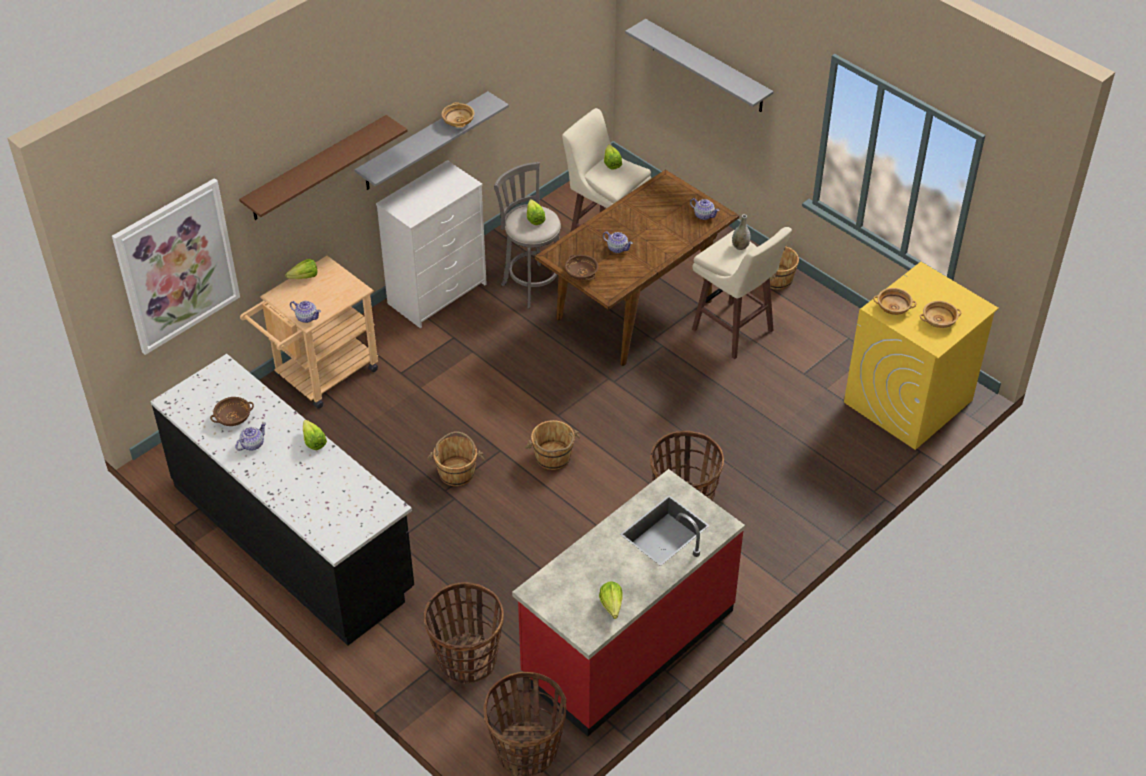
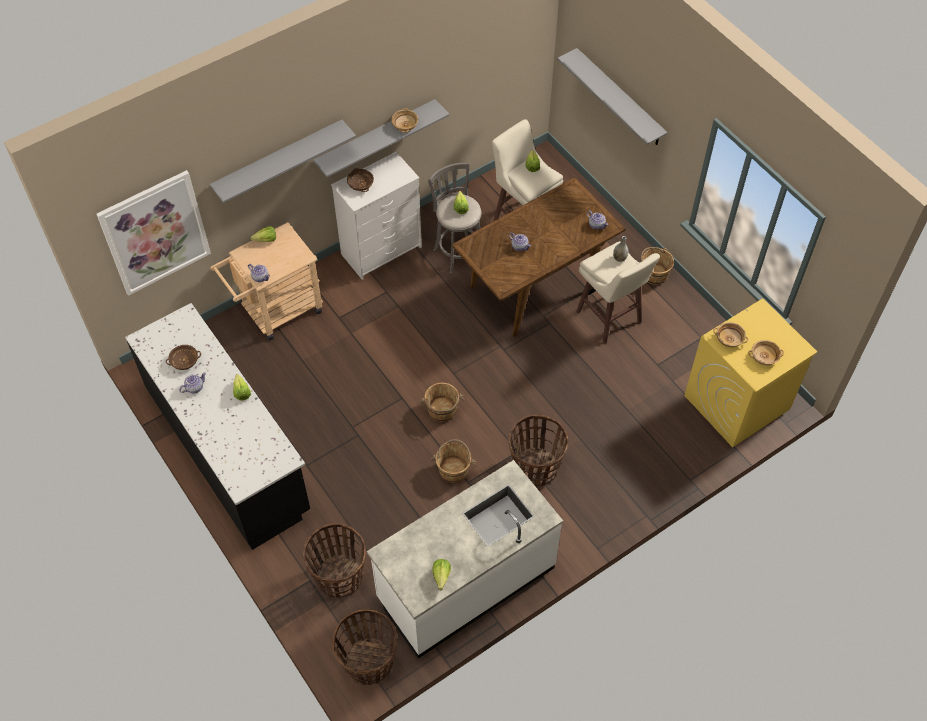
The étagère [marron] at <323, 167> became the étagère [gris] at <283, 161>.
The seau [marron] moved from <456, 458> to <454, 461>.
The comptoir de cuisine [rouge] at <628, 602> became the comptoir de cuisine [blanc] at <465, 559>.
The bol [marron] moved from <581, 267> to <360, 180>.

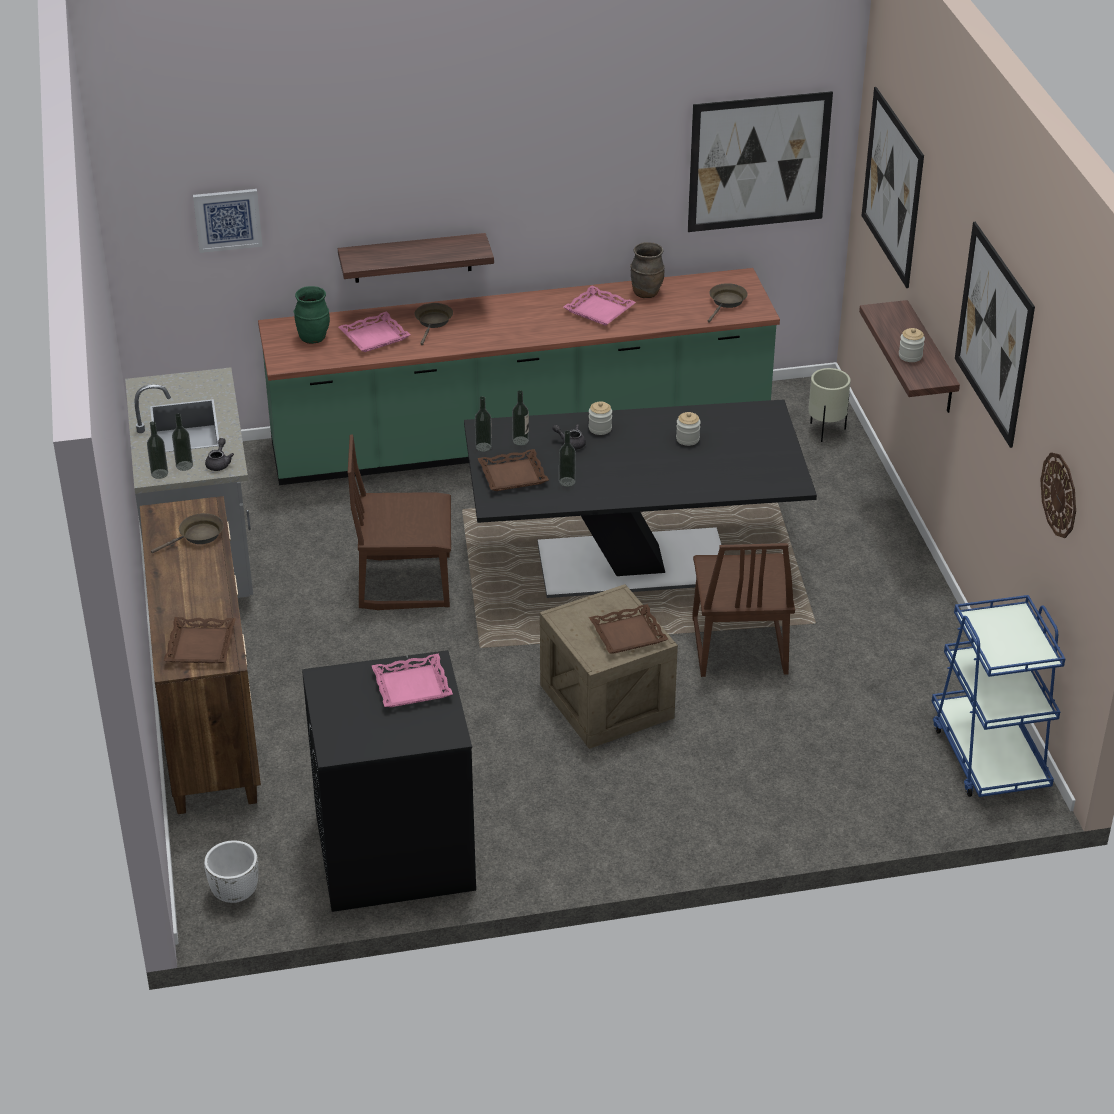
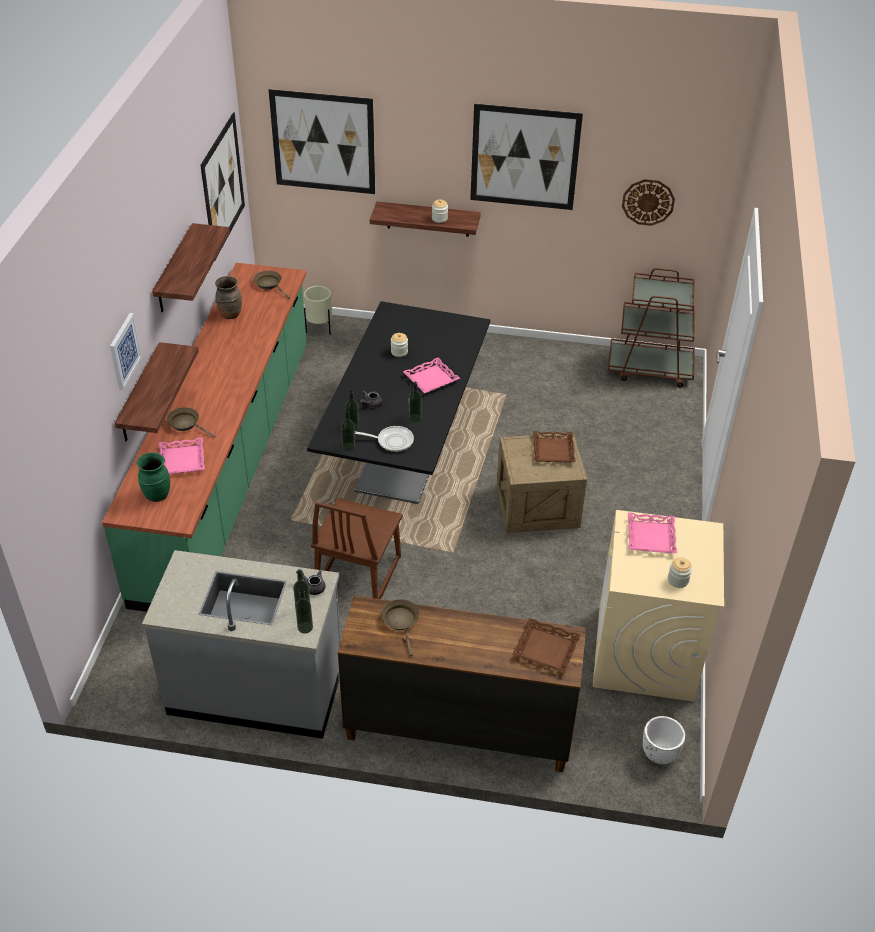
The tableau moved from <228, 221> to <126, 351>.
The lave-linge [noir] at <389, 781> became the lave-linge [beige] at <658, 606>.
The plateau [marron] at <513, 470> was replaced by the poêle at <384, 439>.
The plateau [rose] moved from <599, 306> to <431, 375>.
The bocal moved from <600, 418> to <680, 572>.
The chaise [marron] at <743, 610> disappeared.
The chariot [bleu] at <999, 696> became the chariot [marron] at <651, 328>.
The étagère at <191, 267> appeared.

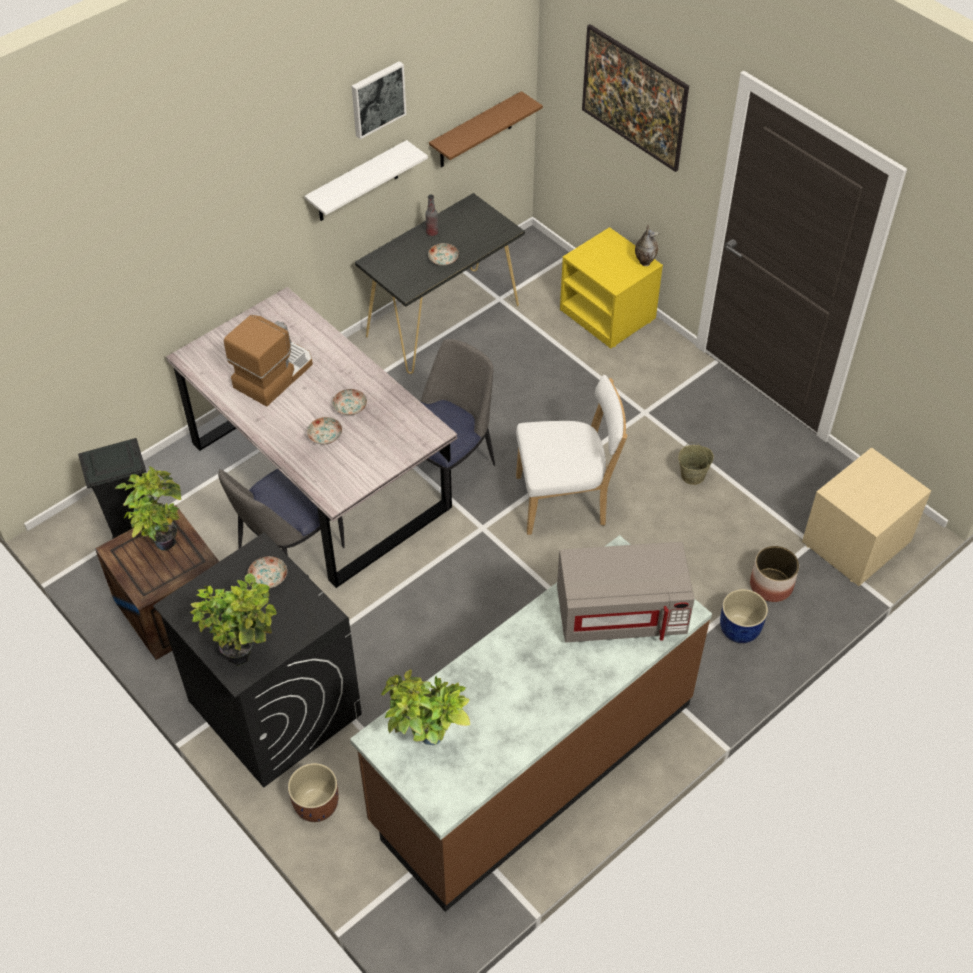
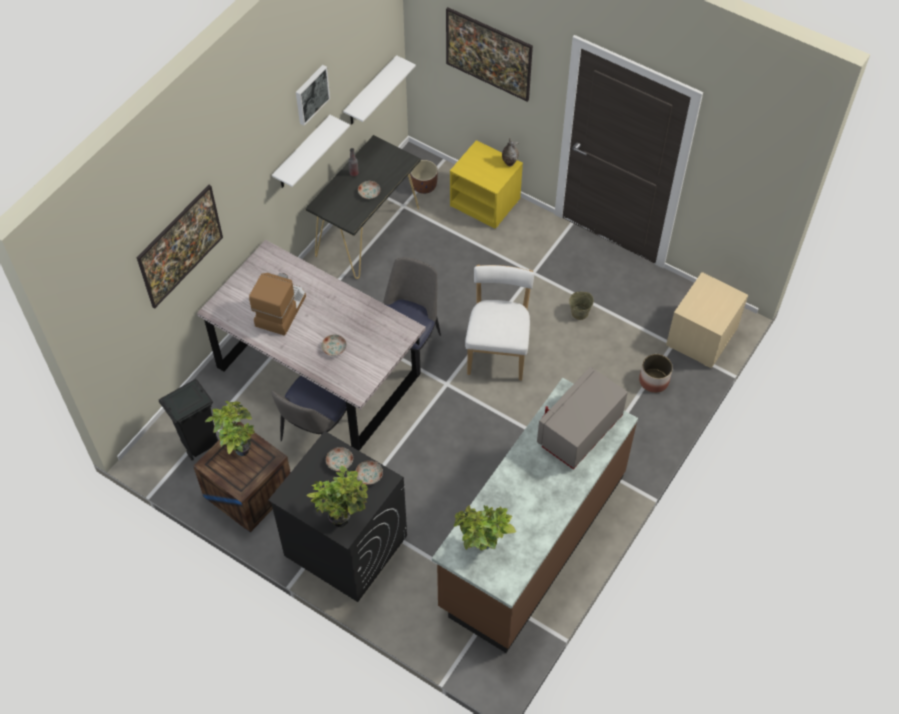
The cache-pot [marron] moved from <313, 792> to <424, 177>.
The assiette moved from <349, 402> to <369, 472>.
The étagère [marron] at <486, 129> became the étagère [blanc] at <379, 89>.
The chaise [blanc] at <571, 455> turned 60 degrees counterclockwise.
The micro-ondes [gris] at <626, 592> turned 150 degrees clockwise.
The cache-pot [bleu] at <744, 616> disappeared.
The tableau at <179, 247> appeared.

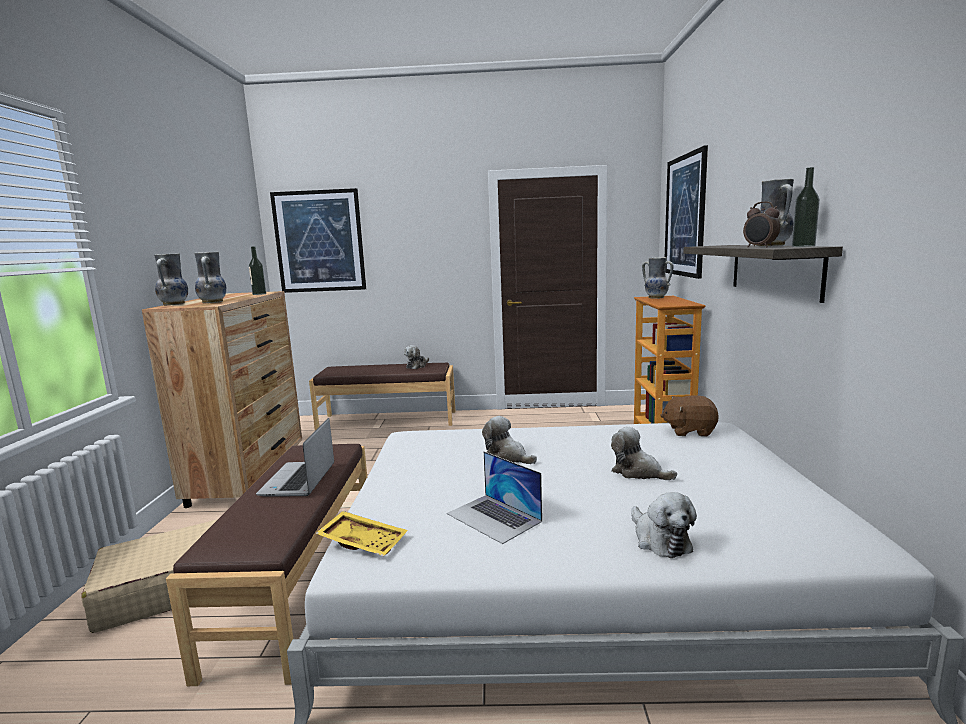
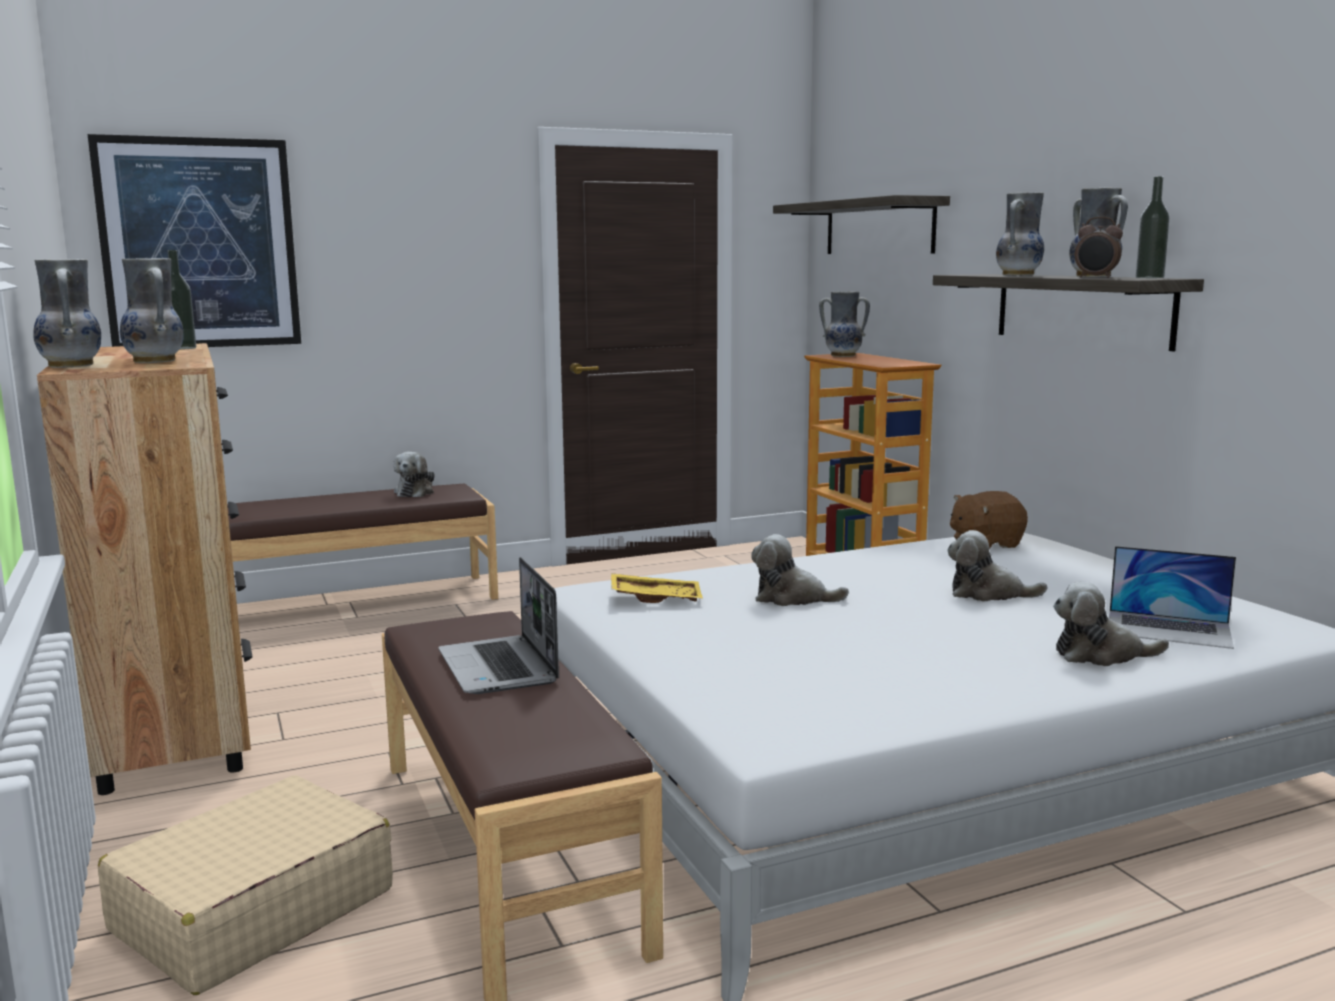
The plateau [jaune] moved from <361, 533> to <657, 588>.
The ordinateur portable moved from <494, 497> to <1172, 597>.
The peluche at <664, 525> turned 135 degrees clockwise.
The tableau at <686, 212> was replaced by the étagère at <861, 224>.
The vase at <1020, 234> appeared.

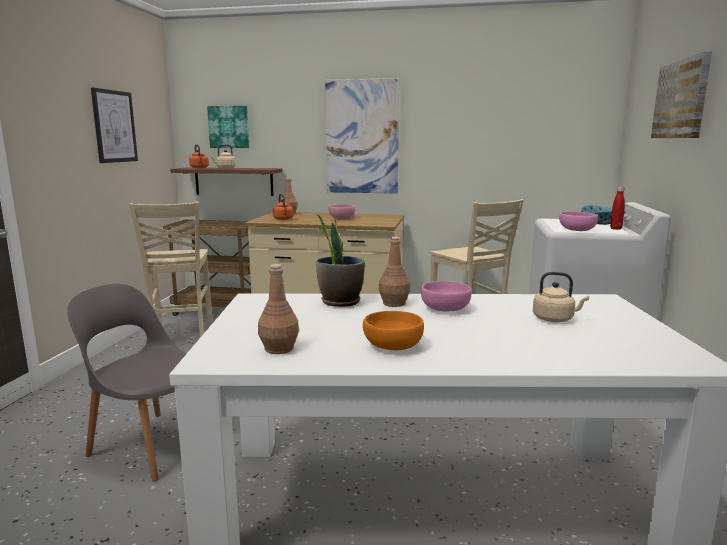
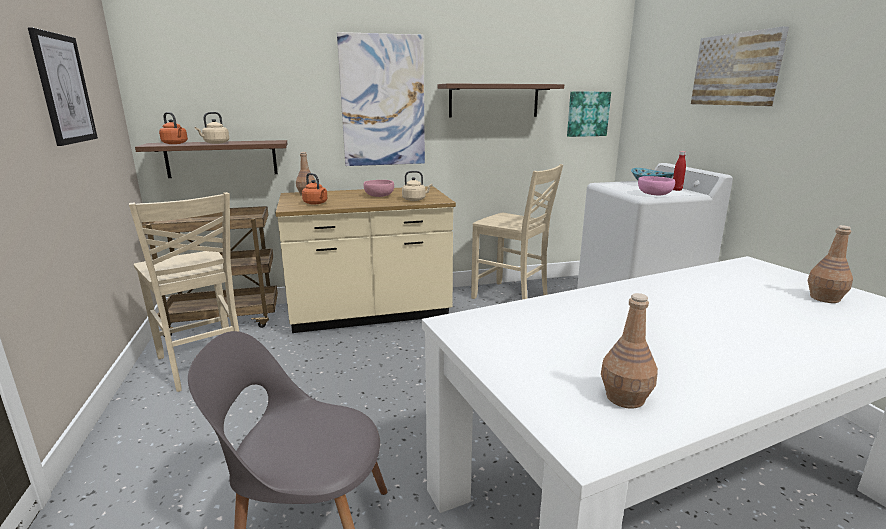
The tableau moved from <228, 127> to <589, 114>.
The plante en pot at <340, 260> disappeared.
The bol [orange] at <393, 330> disappeared.
The bouteille [marron] moved from <394, 272> to <830, 264>.
The bol [rose] at <446, 296> disappeared.
The bouilloire [beige] moved from <561, 297> to <417, 186>.
The étagère [marron] at <501, 100> appeared.

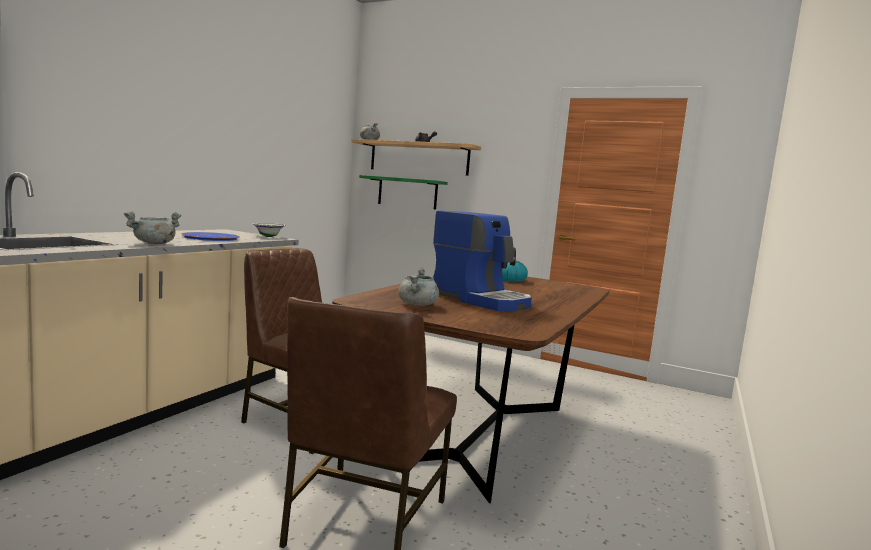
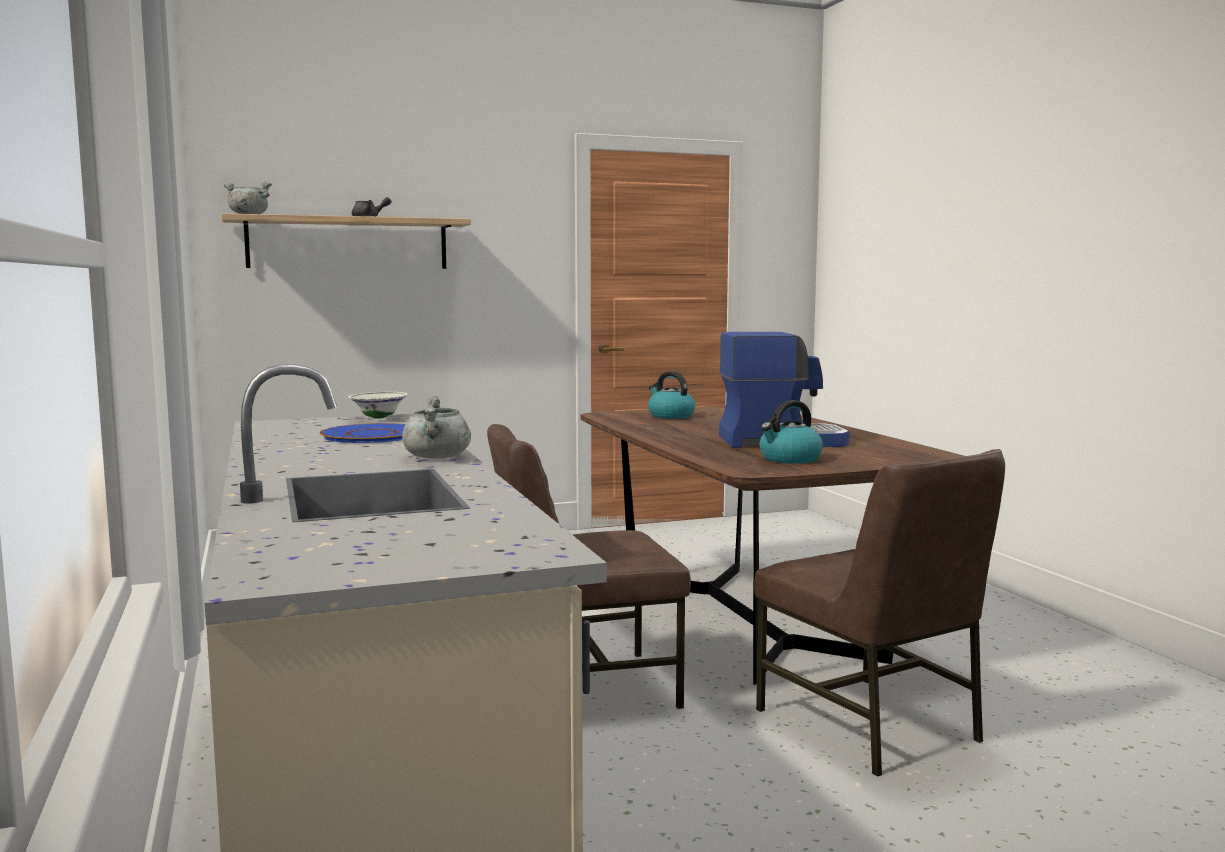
The étagère [vert] at <403, 192> disappeared.
The marmite [gris] at <418, 287> was replaced by the bouilloire at <791, 432>.

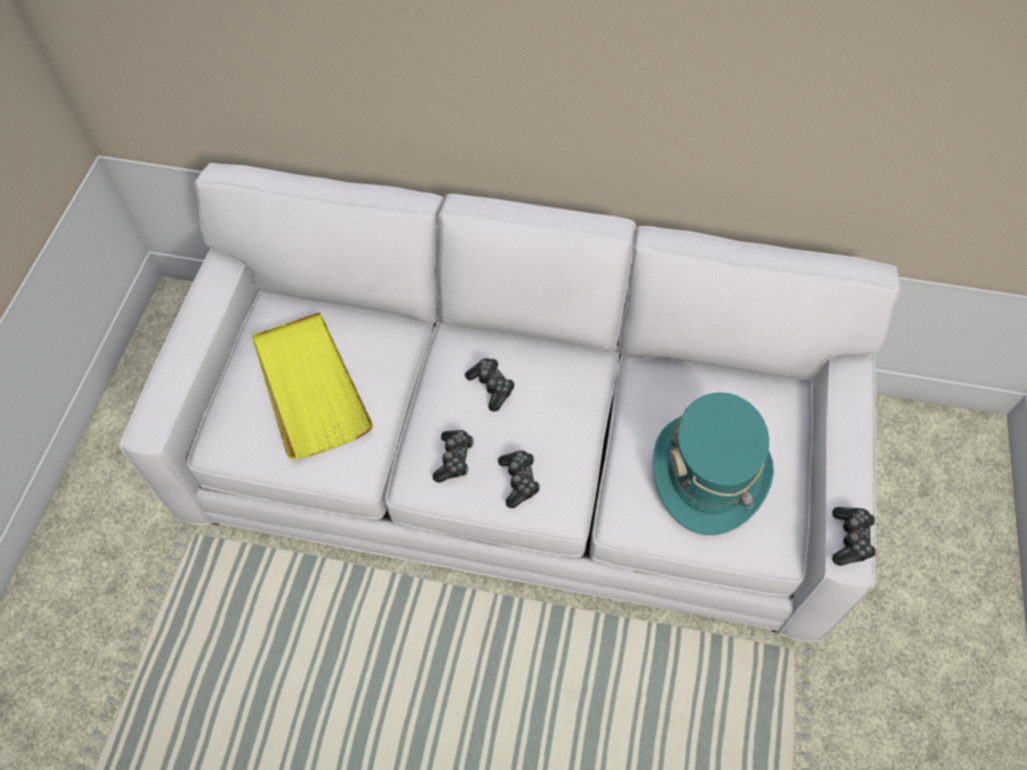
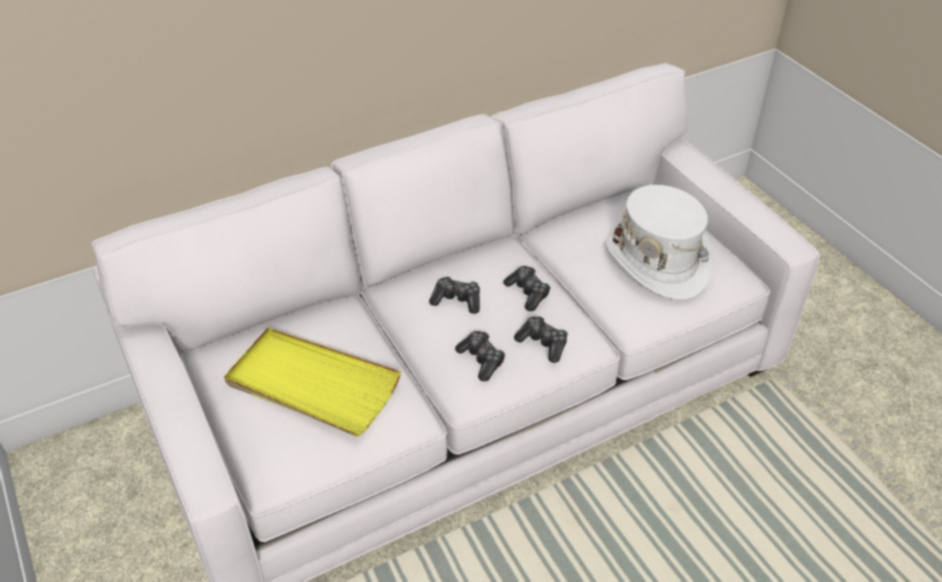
The chapeau [turquoise] at <713, 463> became the chapeau [blanc] at <659, 242>.
The manette moved from <854, 536> to <526, 288>.

